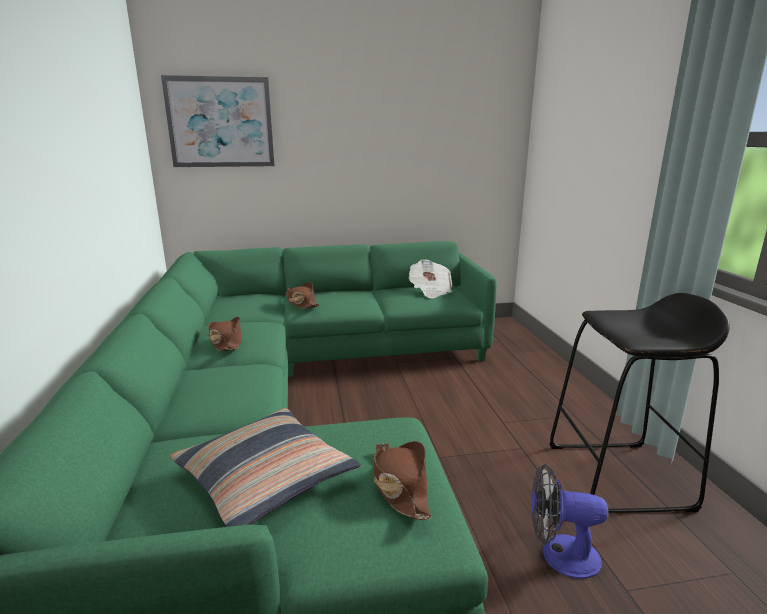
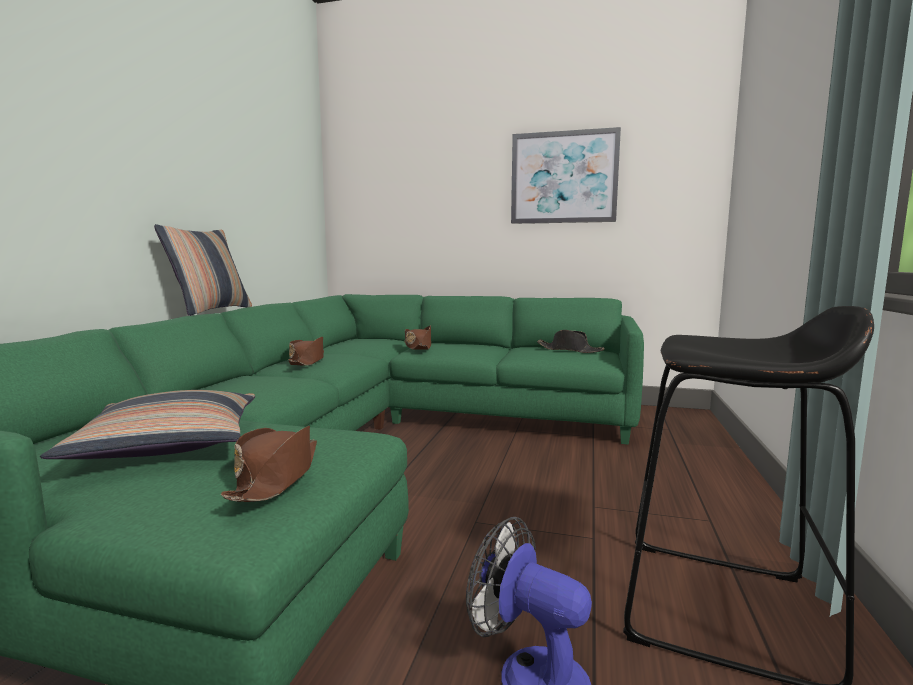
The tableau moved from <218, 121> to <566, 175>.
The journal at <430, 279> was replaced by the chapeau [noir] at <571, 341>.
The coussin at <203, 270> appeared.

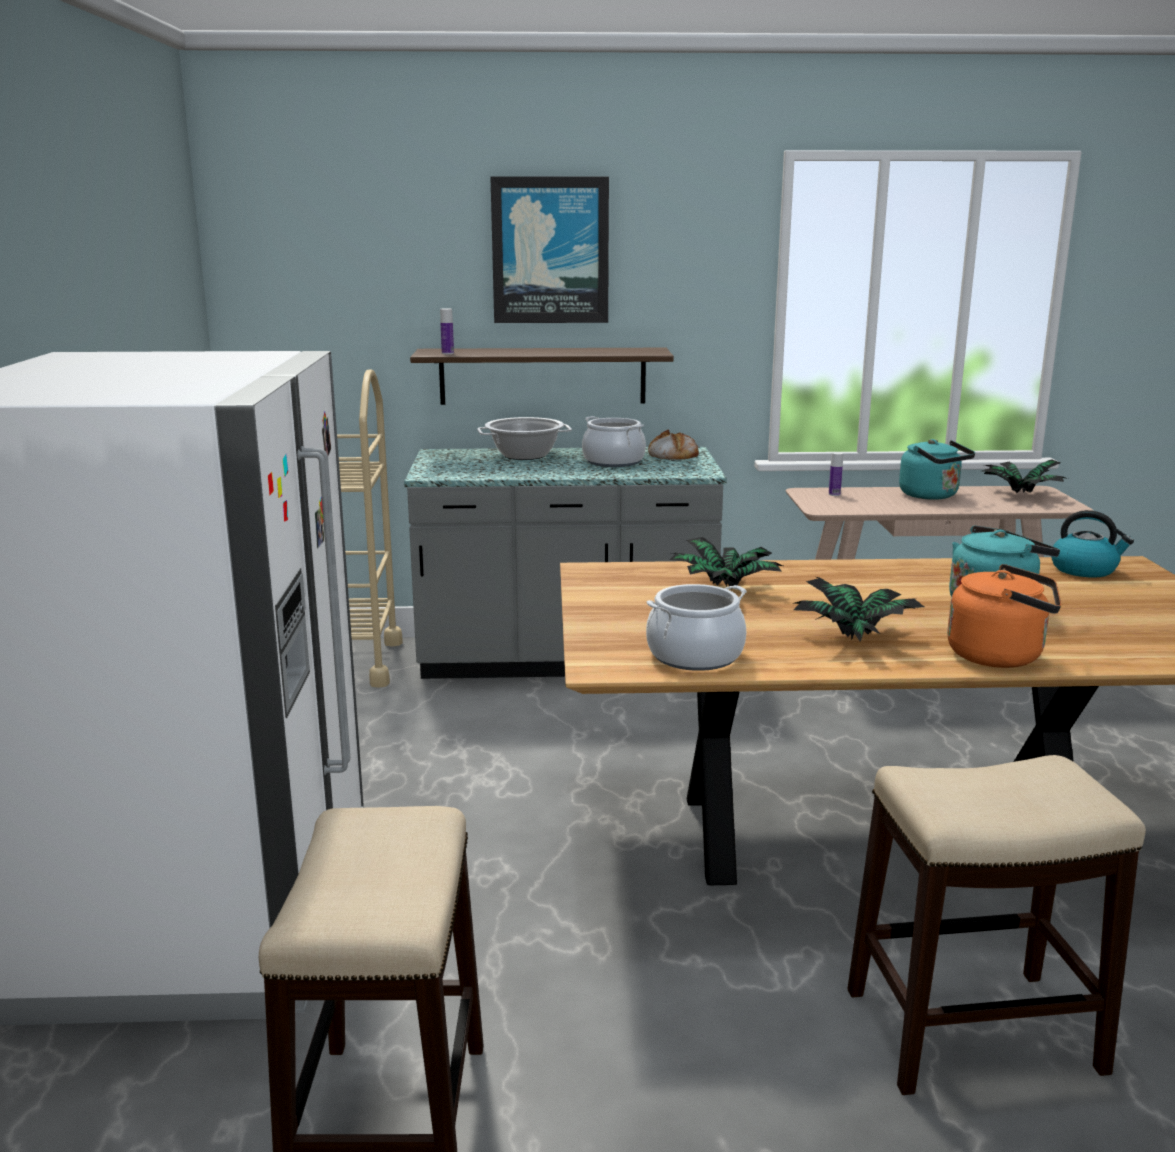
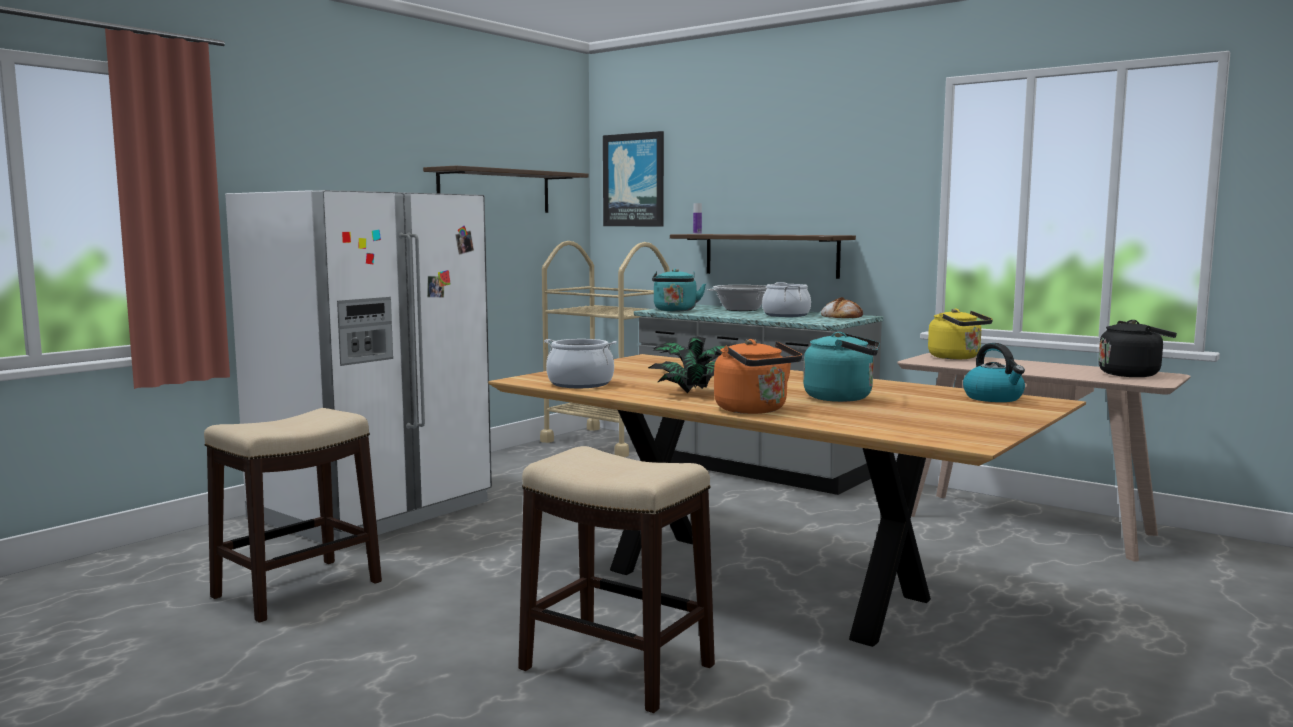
The tableau moved from <549, 249> to <633, 178>.
The bouteille at <836, 474> was replaced by the bouilloire [jaune] at <960, 334>.
The bouilloire [turquoise] moved from <937, 469> to <679, 289>.
The plante en pot at <1025, 476> was replaced by the bouilloire [noir] at <1137, 348>.
The étagère at <506, 189> appeared.

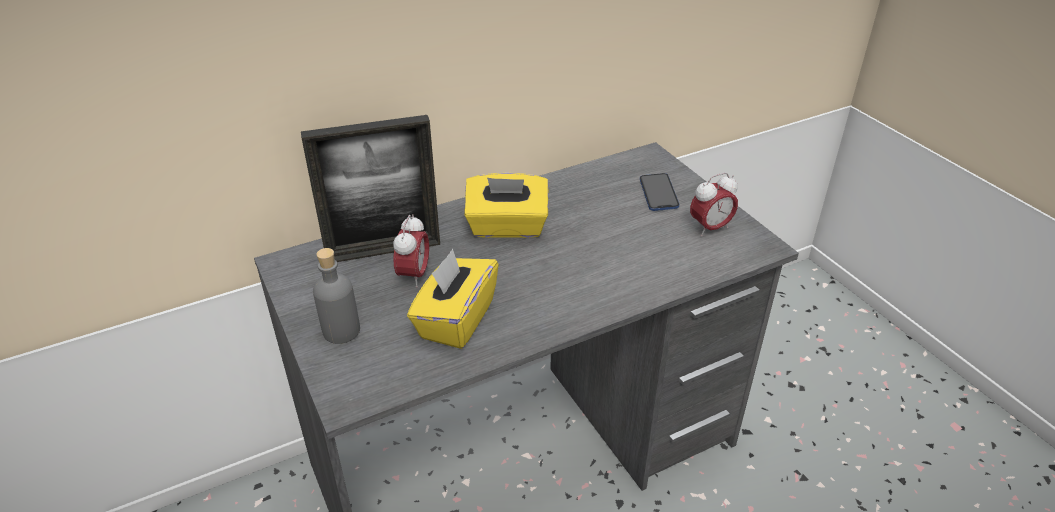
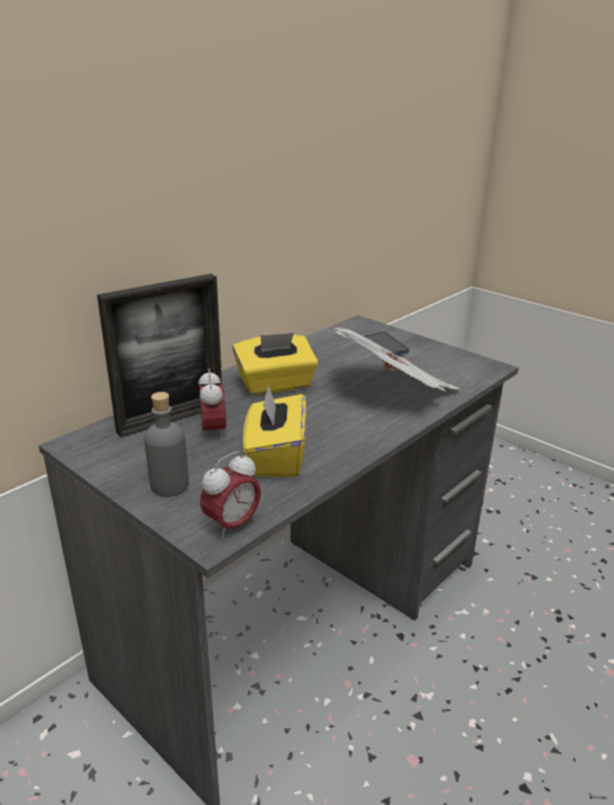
The réveil moved from <714, 205> to <230, 495>.
The journal at <397, 359> appeared.

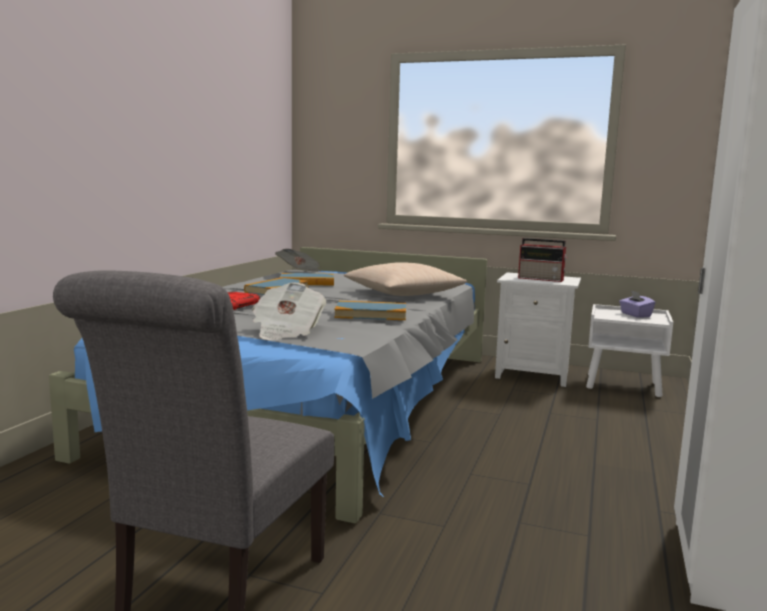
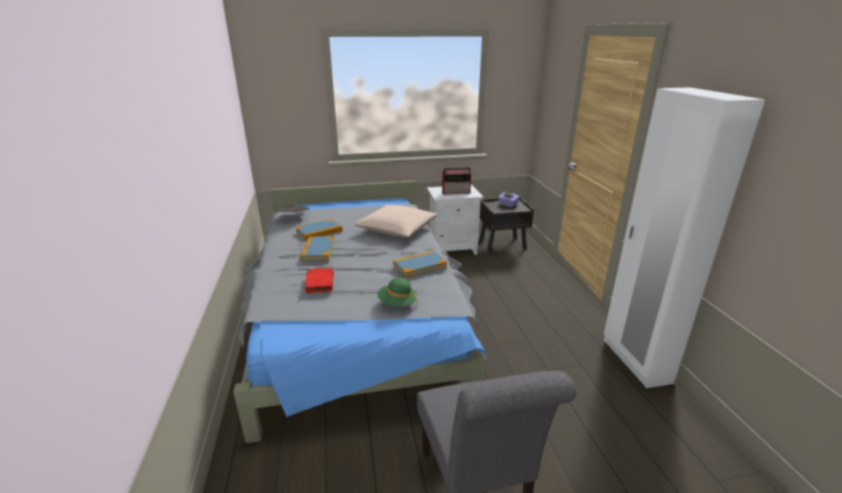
The journal at <289, 311> was replaced by the chapeau [vert] at <398, 291>.
The table de chevet [blanc] at <629, 350> became the table de chevet [marron] at <506, 225>.

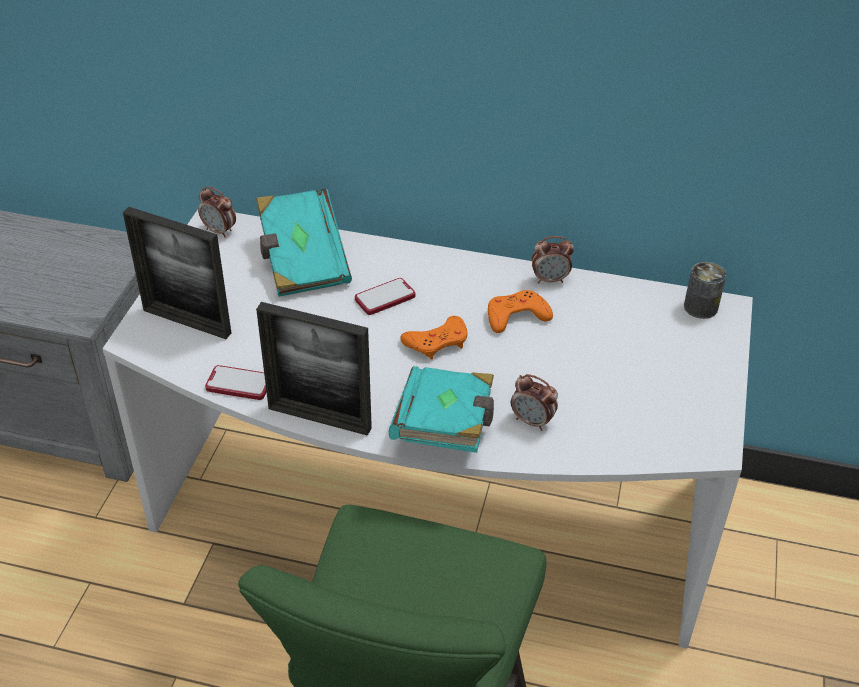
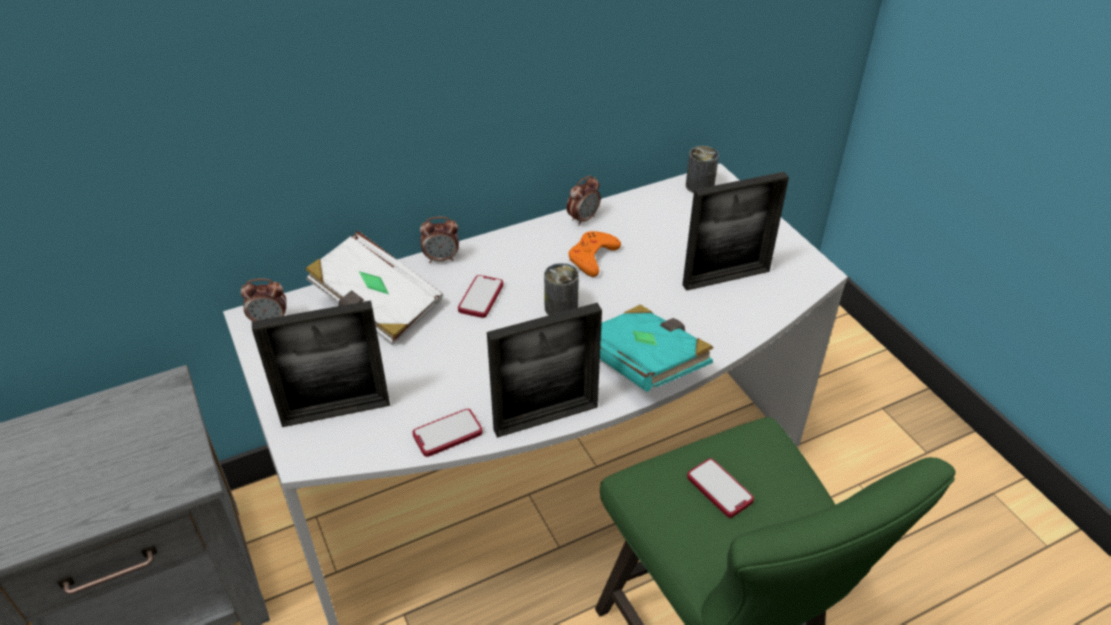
The livre [turquoise] at <304, 243> became the livre [blanc] at <374, 288>.
The manette [orange] at <434, 337> was replaced by the boîte métallique at <561, 289>.
The réveil moved from <534, 402> to <439, 240>.
The cadre photo at <735, 231> appeared.
The téléphone at <720, 488> appeared.

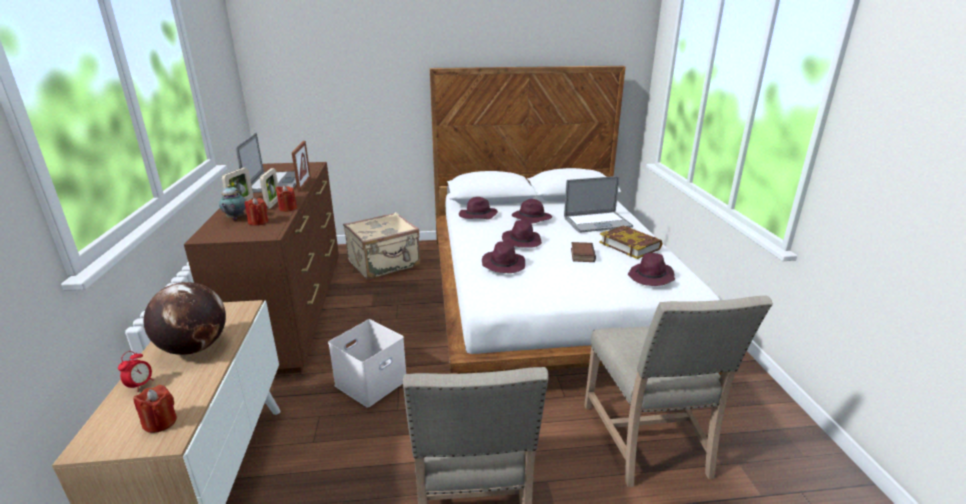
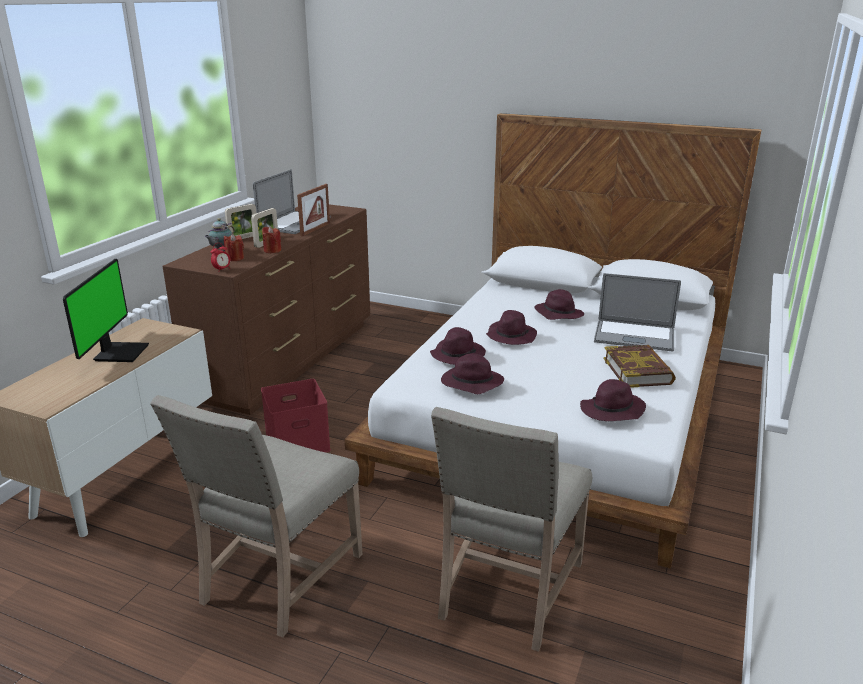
The réveil moved from <135, 371> to <220, 257>.
The bougie [rouge] at <155, 409> disappeared.
The globe at <184, 318> was replaced by the écran d'ordinateur at <106, 310>.
The boîte de rangement [blanc] at <367, 363> became the boîte de rangement [rouge] at <296, 416>.
The valise [beige] at <381, 245> disappeared.
The chapeau [violet] moved from <478, 208> to <472, 373>.
The livre at <583, 252> disappeared.

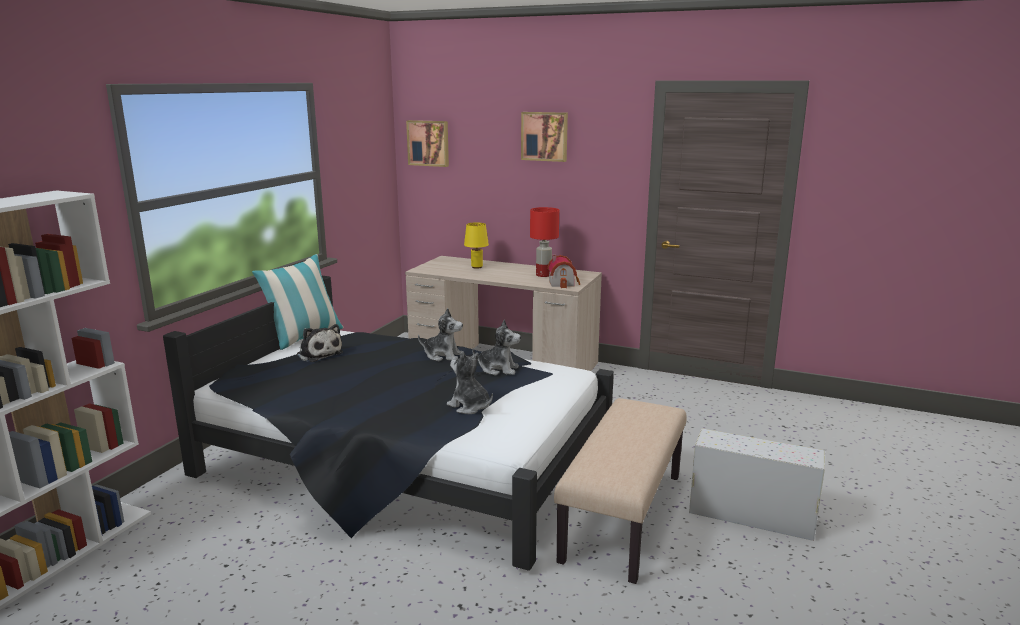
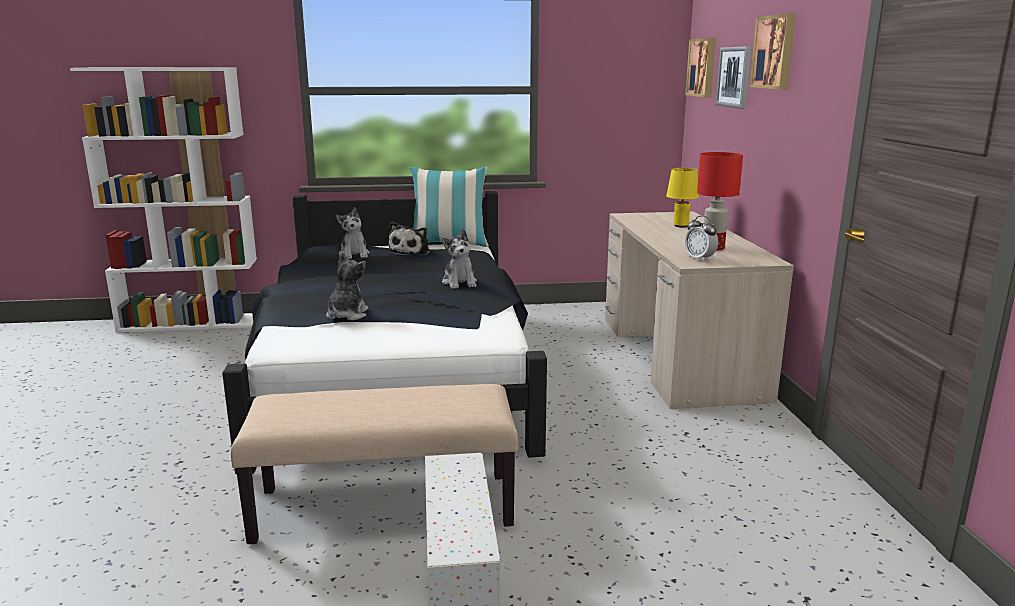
The peluche moved from <496, 347> to <353, 233>.
The maison miniature at <563, 271> was replaced by the réveil at <701, 239>.
The tableau at <733, 77> appeared.

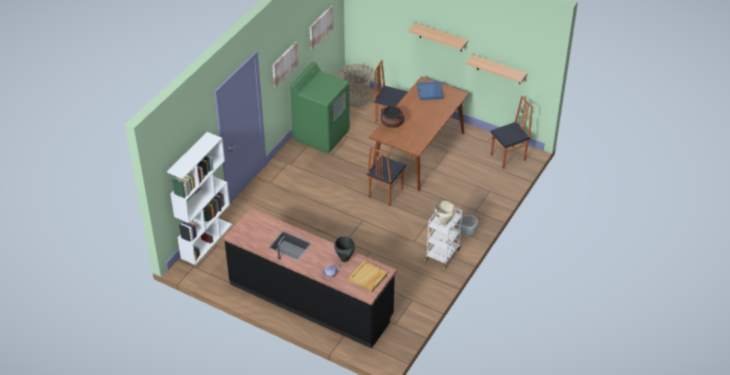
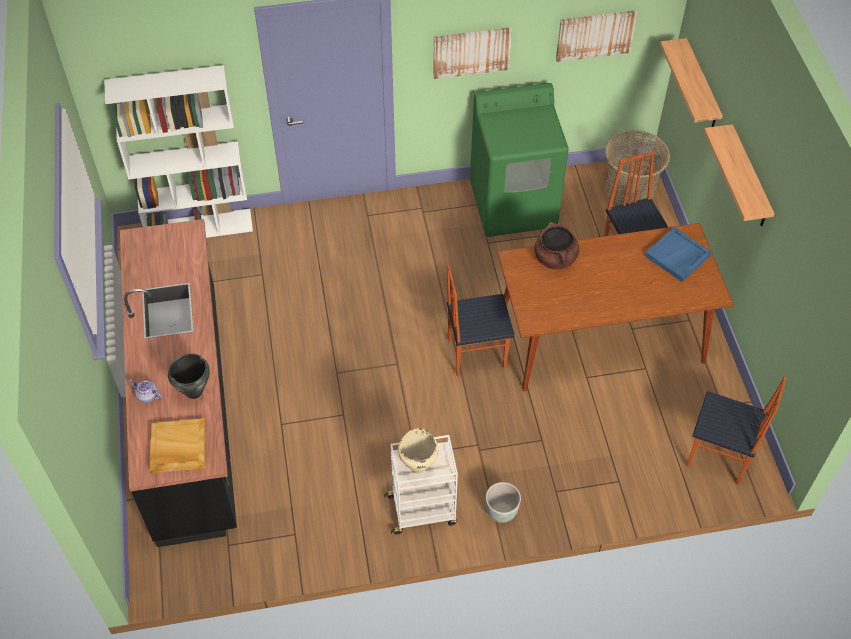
The étagère moved from <497, 69> to <691, 82>.

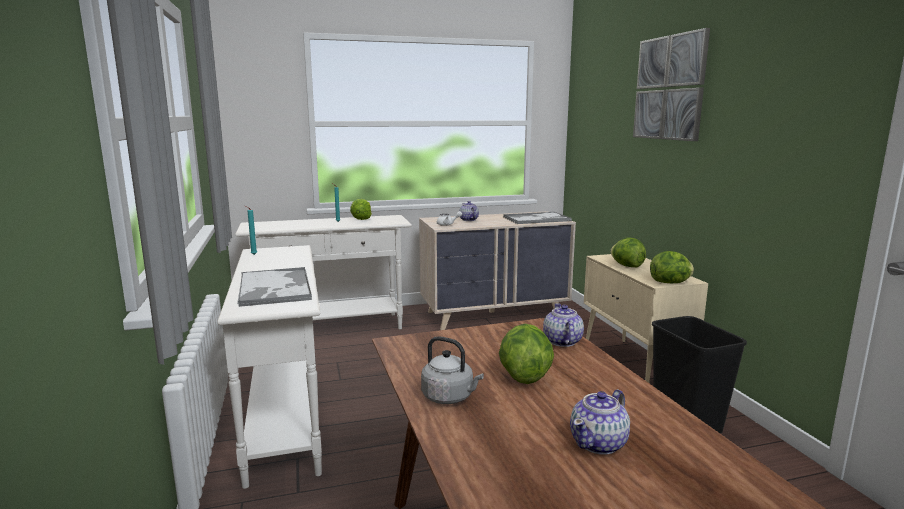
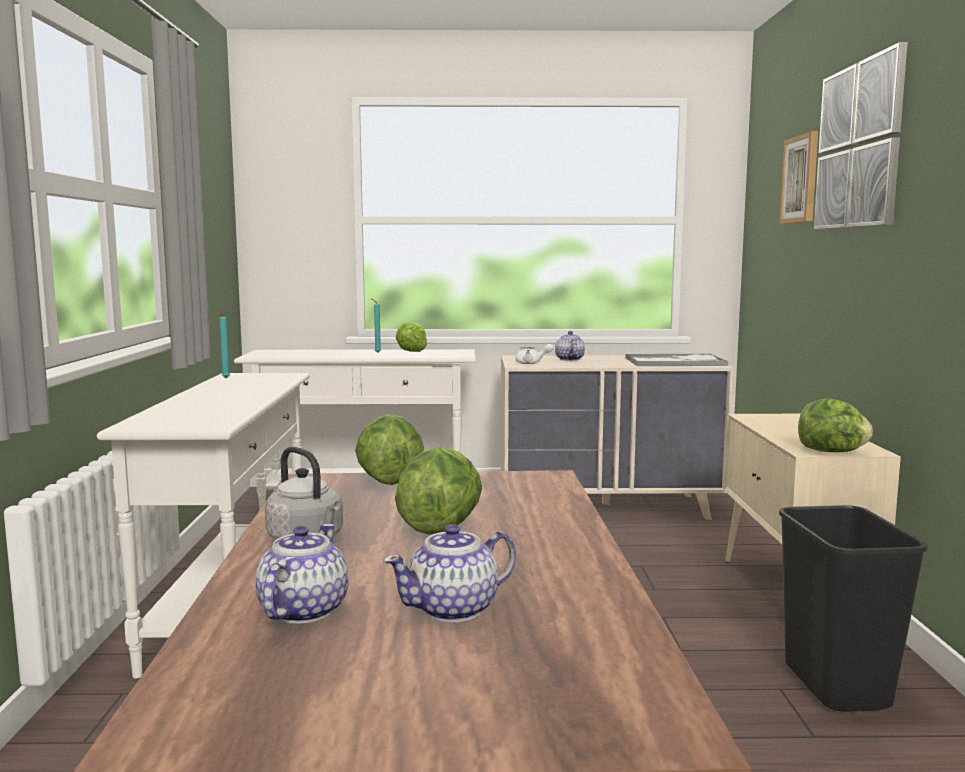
The plateau at <274, 287> disappeared.
The théière moved from <563, 325> to <302, 574>.
The laitue moved from <628, 252> to <389, 449>.
The tableau at <798, 177> appeared.

